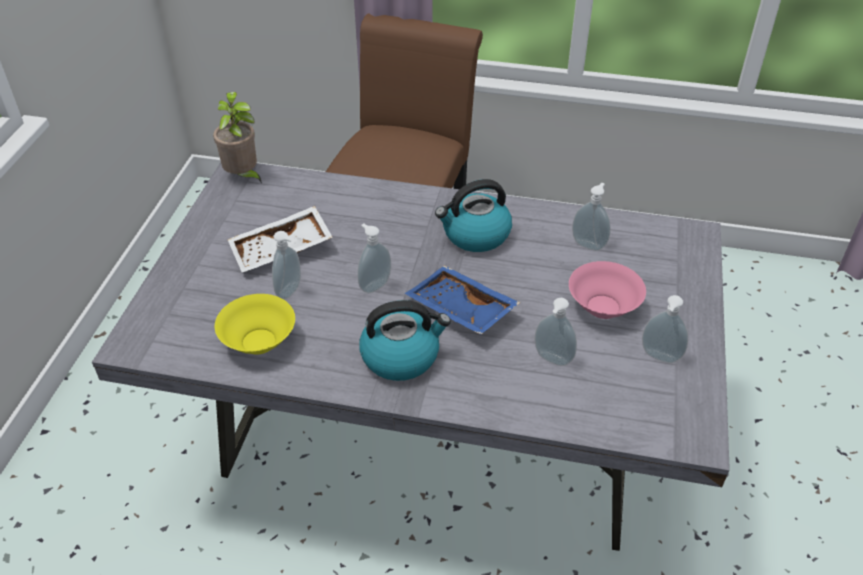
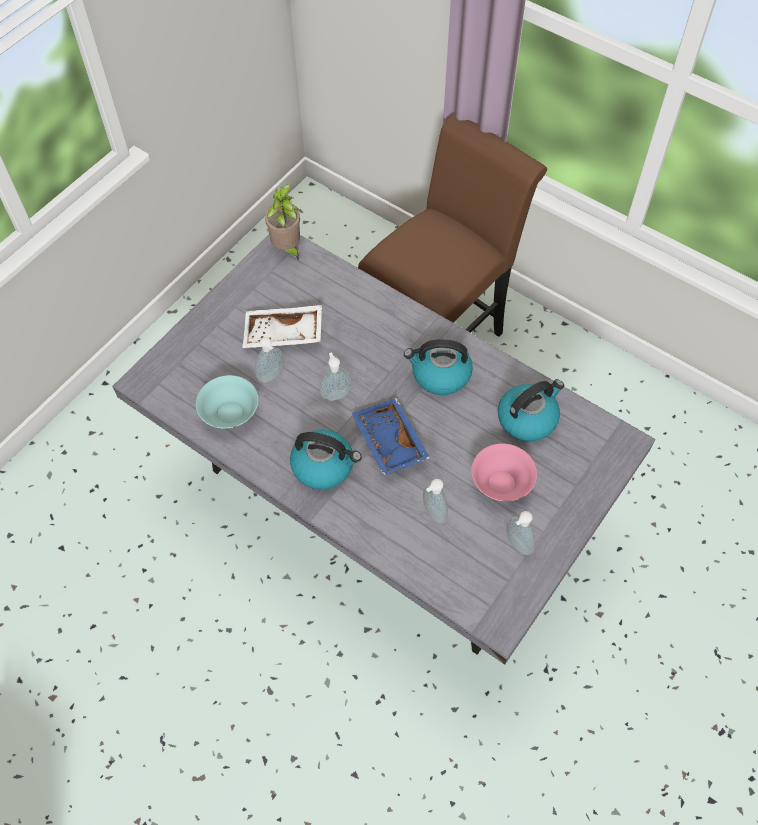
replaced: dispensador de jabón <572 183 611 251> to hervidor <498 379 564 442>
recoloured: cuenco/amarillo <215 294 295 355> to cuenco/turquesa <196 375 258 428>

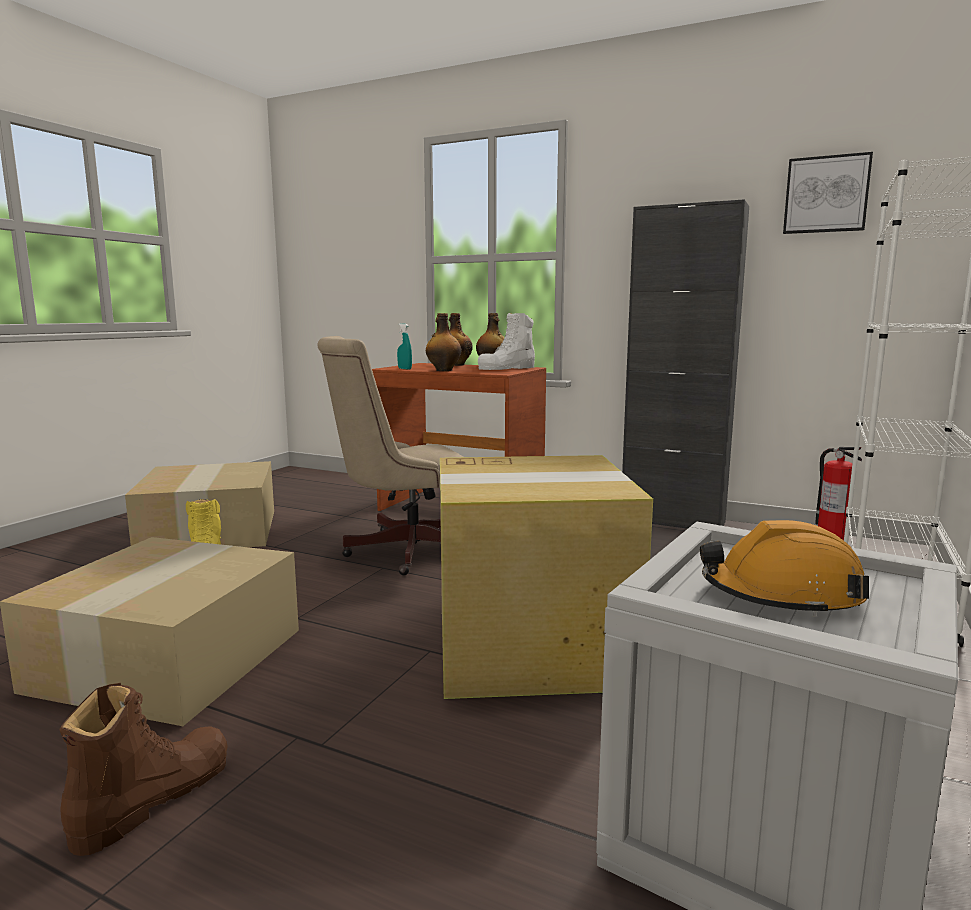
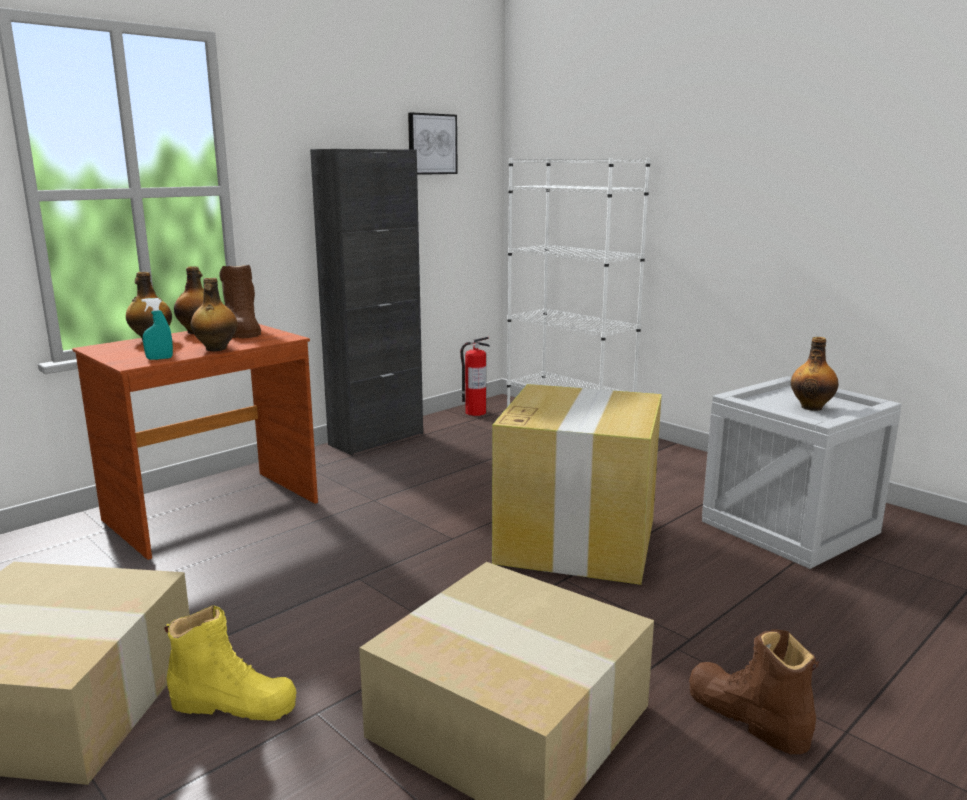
removed: silla de oficina/beis <317 336 463 576>
replaced: casco/naranja <700 520 869 617> to botella <791 337 838 411>
recoloured: bota/blanco <478 313 535 370> to bota/marrón <219 265 261 338>

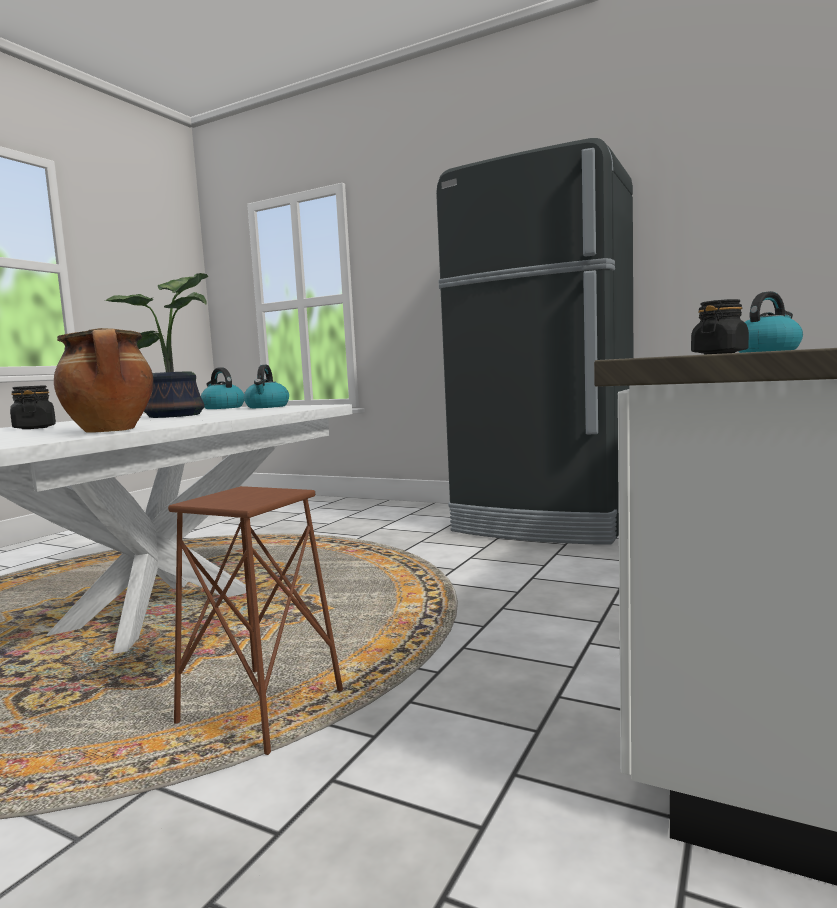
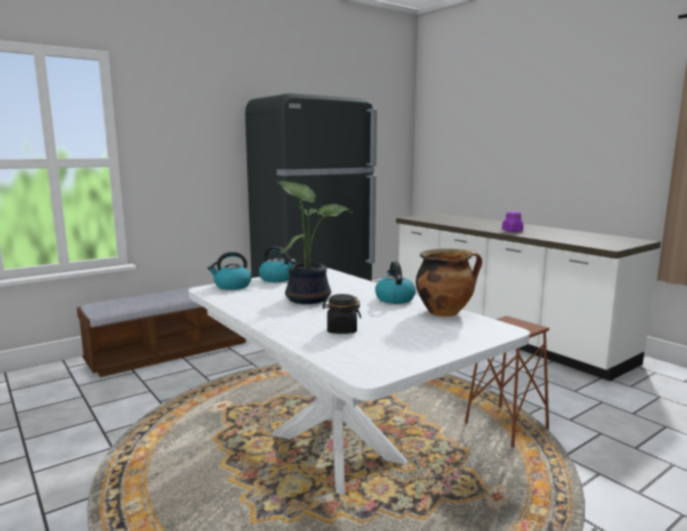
added: banco <77 284 246 377>
moved: hervidor <738 291 803 353> to <375 261 416 304>
recoloured: tarro/negro <691 299 749 354> to tarro/morado <502 211 523 232>

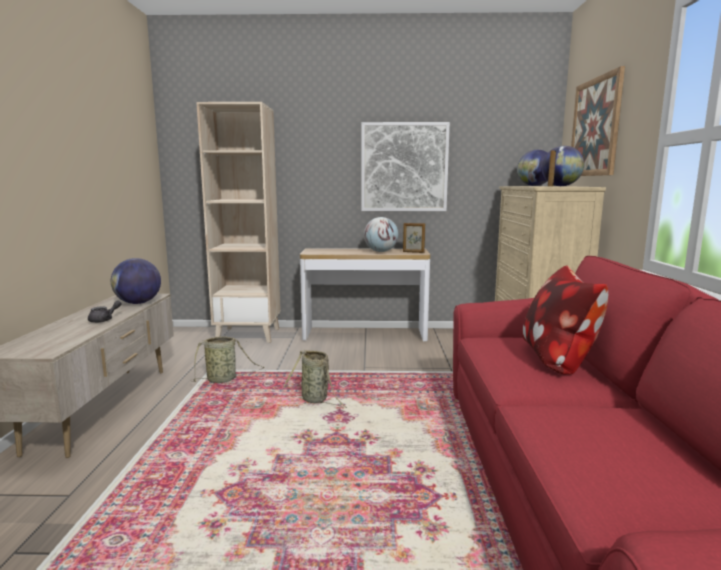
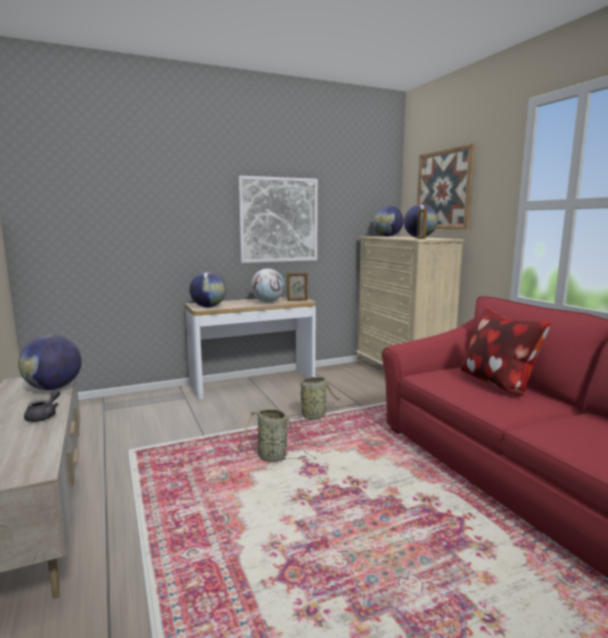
removed: estantería/beis <196 102 281 343>
added: globo terráqueo <189 271 226 307>
moved: cesta <191 336 264 383> to <293 377 340 422>

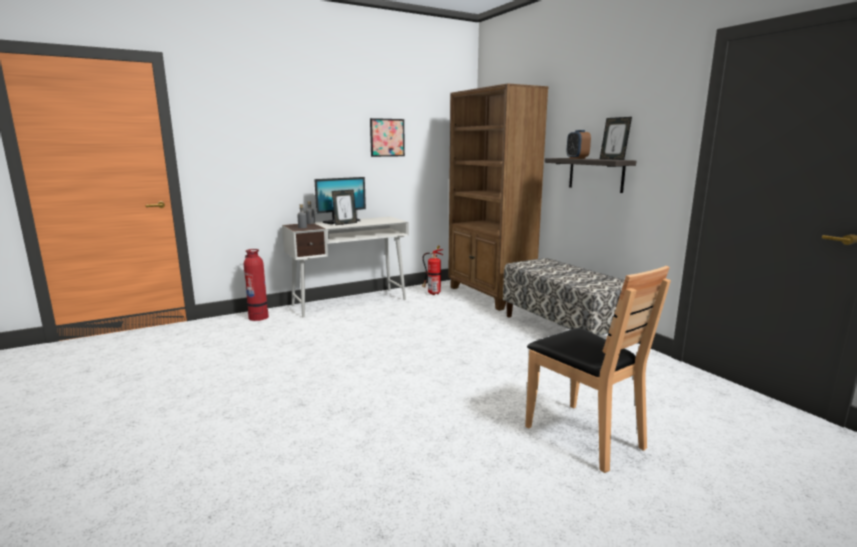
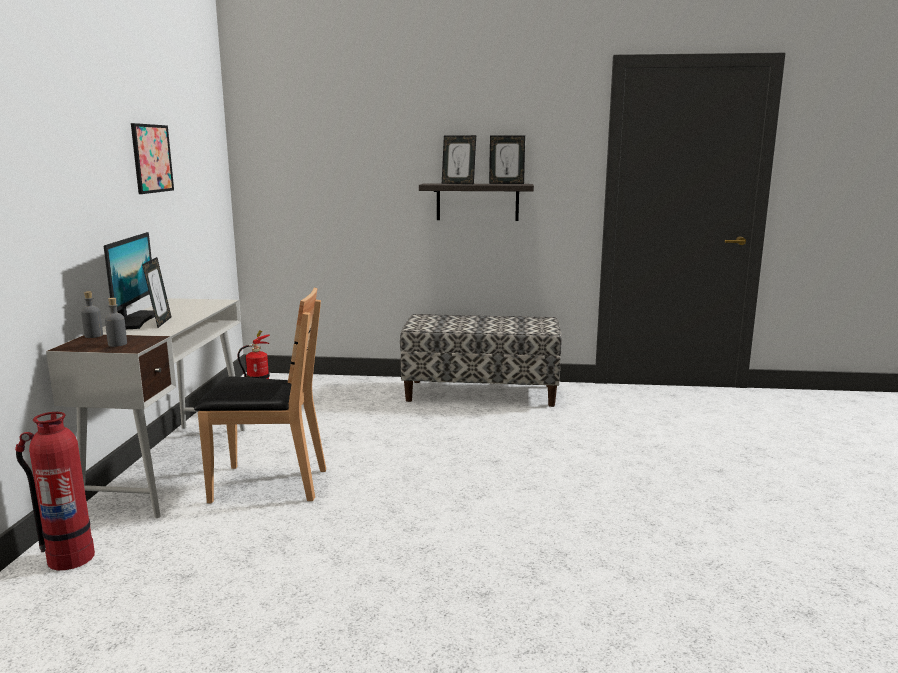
removed: estantería/marrón <448 83 549 311>
moved: silla/marrón <525 266 671 473> to <194 288 326 503>
replaced: despertador <567 130 591 159> to portarretratos <442 135 476 184>

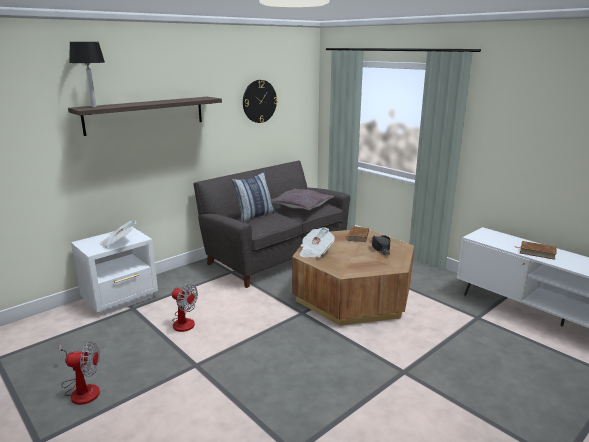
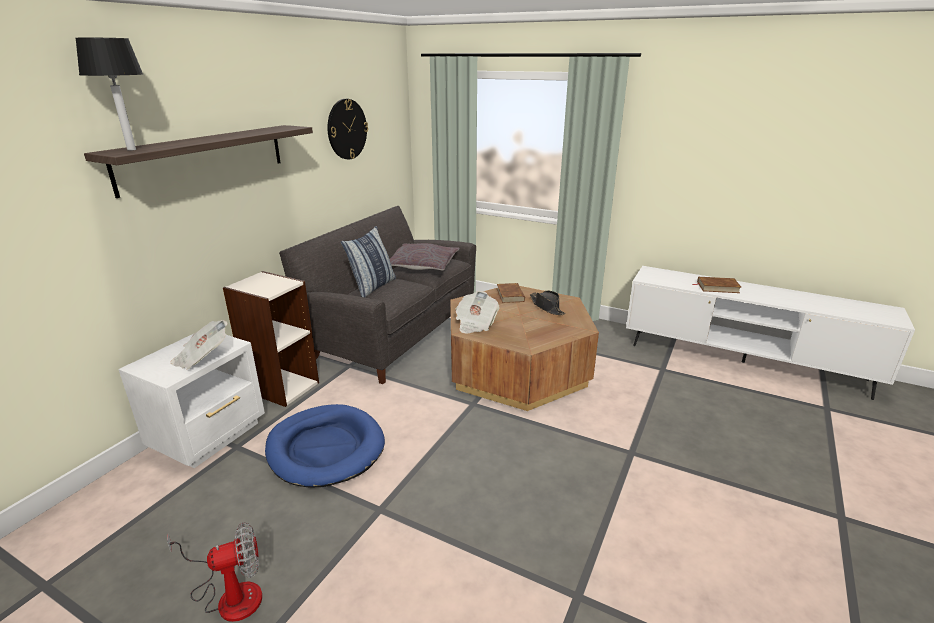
added: estantería <223 271 319 407>
replaced: ventilador <172 282 198 332> to cama para perro/azul <265 404 385 488>

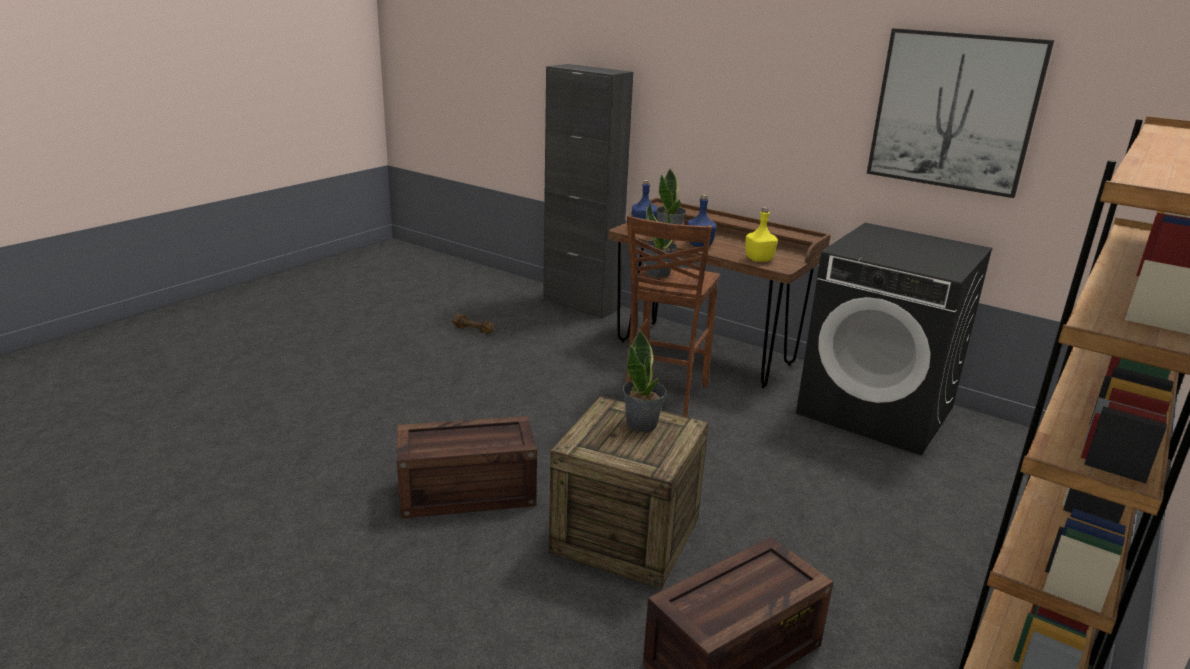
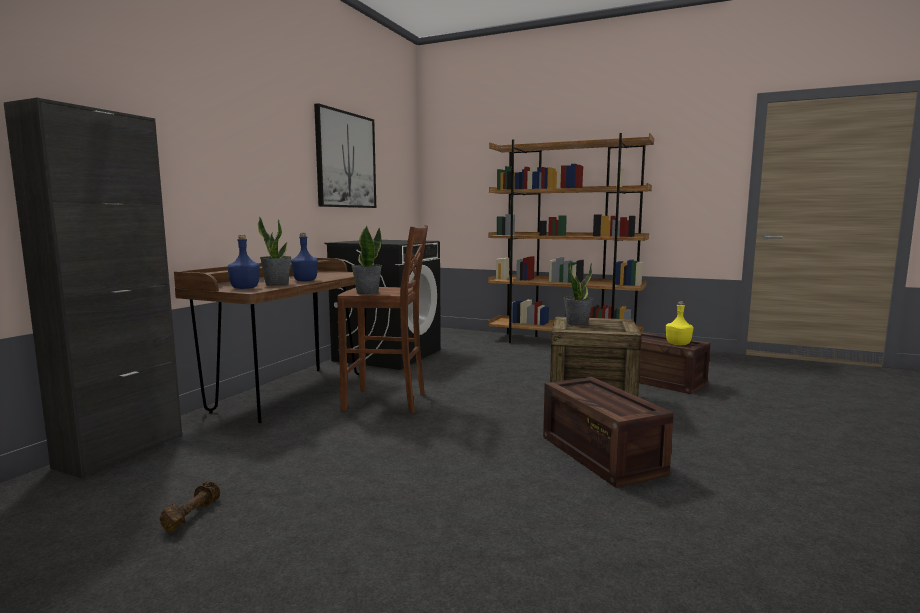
moved: botella/amarillo <745 207 778 262> to <666 301 693 345>

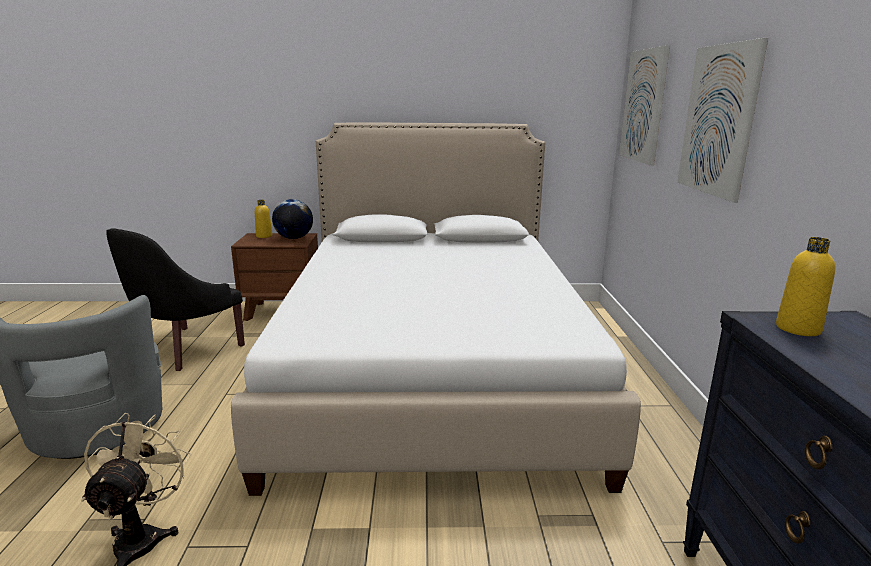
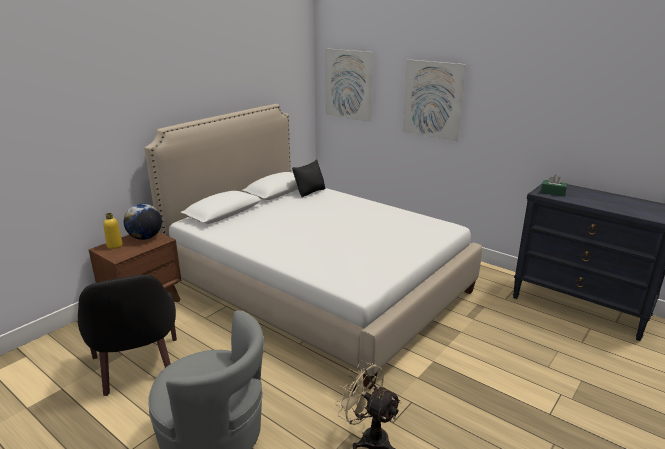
added: cojín/negro <292 159 326 197>
replaced: botella/amarillo <776 237 835 336> to caja de pañuelos/verde <541 175 567 196>

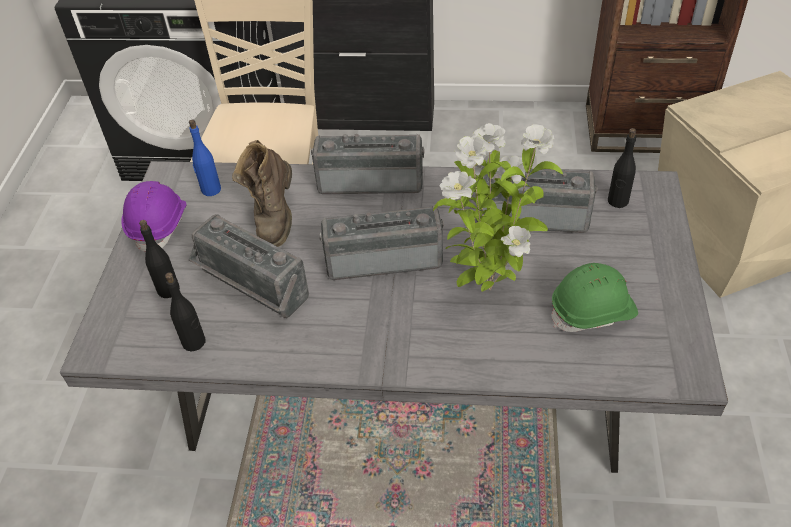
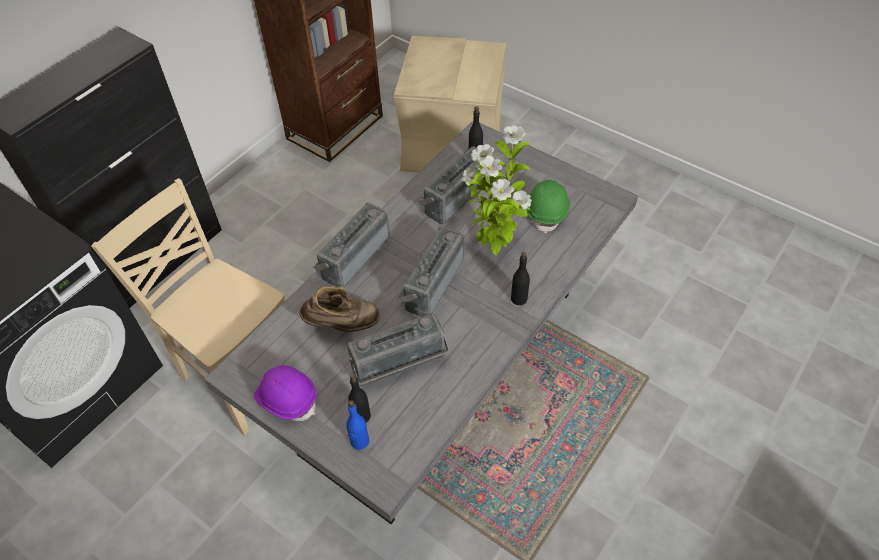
moved: botella/azul <189 120 221 196> to <346 400 369 450>; botella/negro <165 272 205 352> to <511 252 530 305>
turned: bota/marrón <232 140 292 247> = <300 286 380 332> 45 degrees counterclockwise

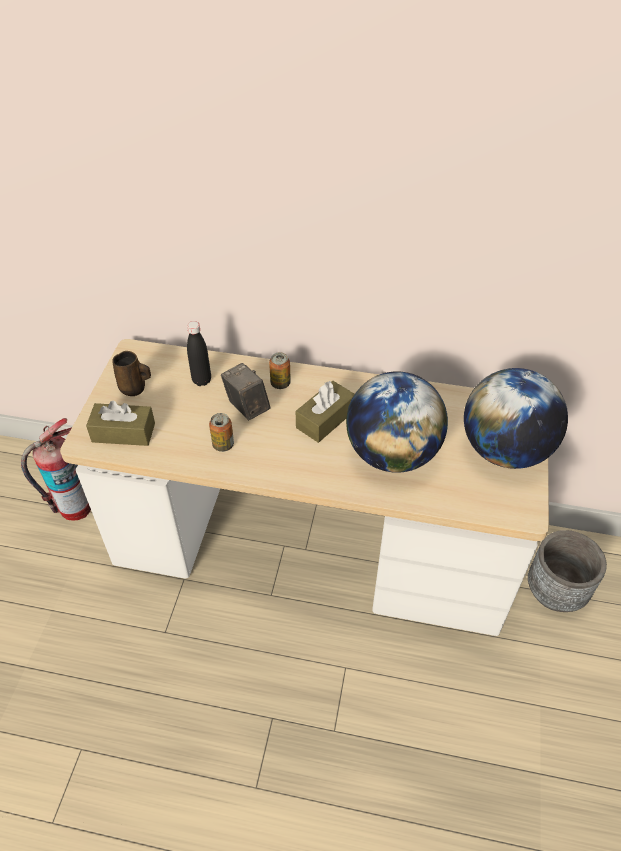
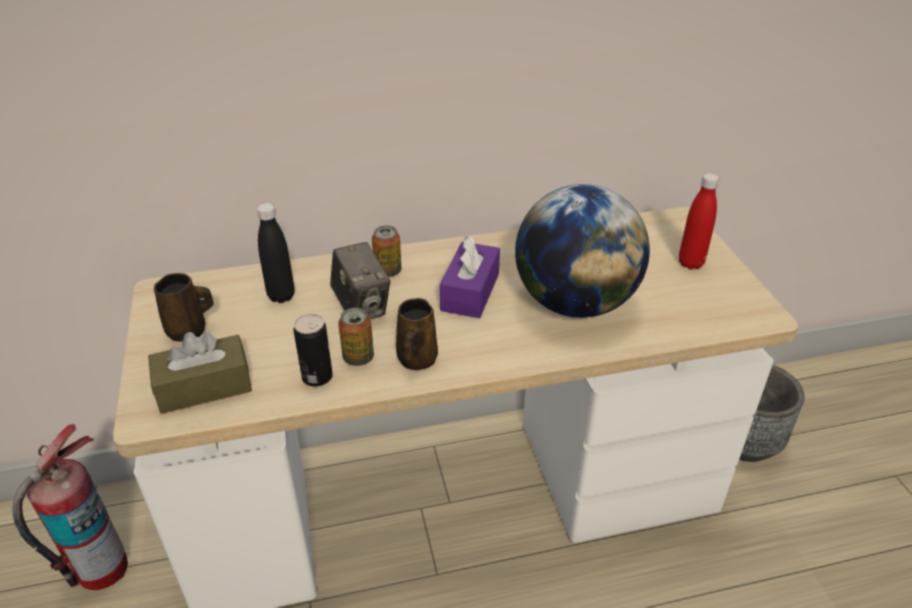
added: taza grande/marrón <396 298 438 370>; lata <293 314 333 387>
replaced: globo terráqueo <464 368 568 469> to botella/rojo <679 173 720 269>
recoloured: caja de pañuelos/marrón <296 381 354 443> to caja de pañuelos/morado <440 236 500 318>
turned: cámara <221 363 270 420> = <330 242 390 319> 150 degrees counterclockwise

